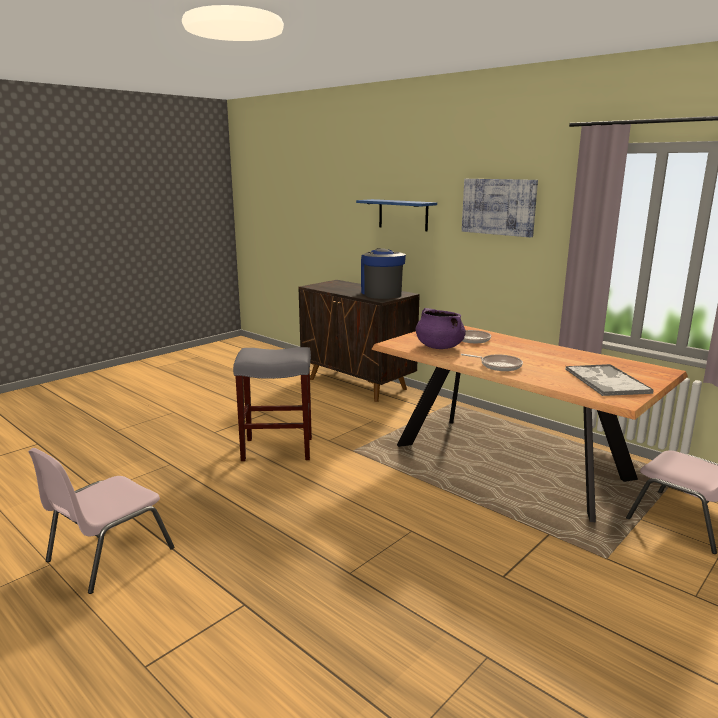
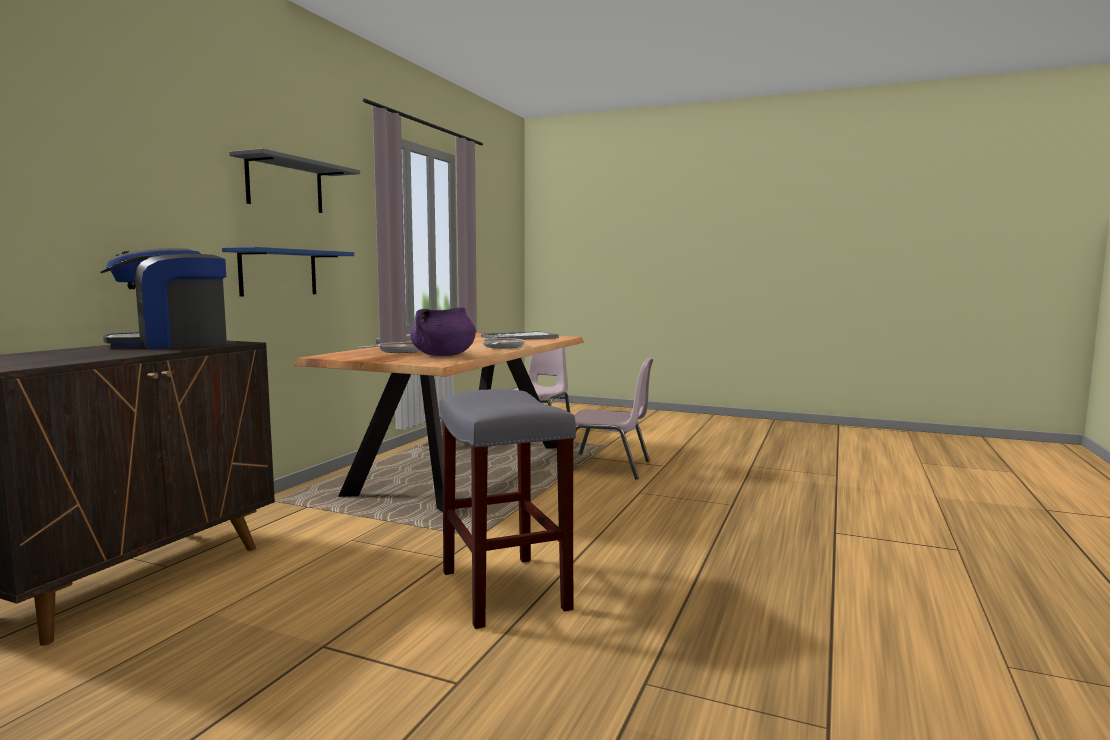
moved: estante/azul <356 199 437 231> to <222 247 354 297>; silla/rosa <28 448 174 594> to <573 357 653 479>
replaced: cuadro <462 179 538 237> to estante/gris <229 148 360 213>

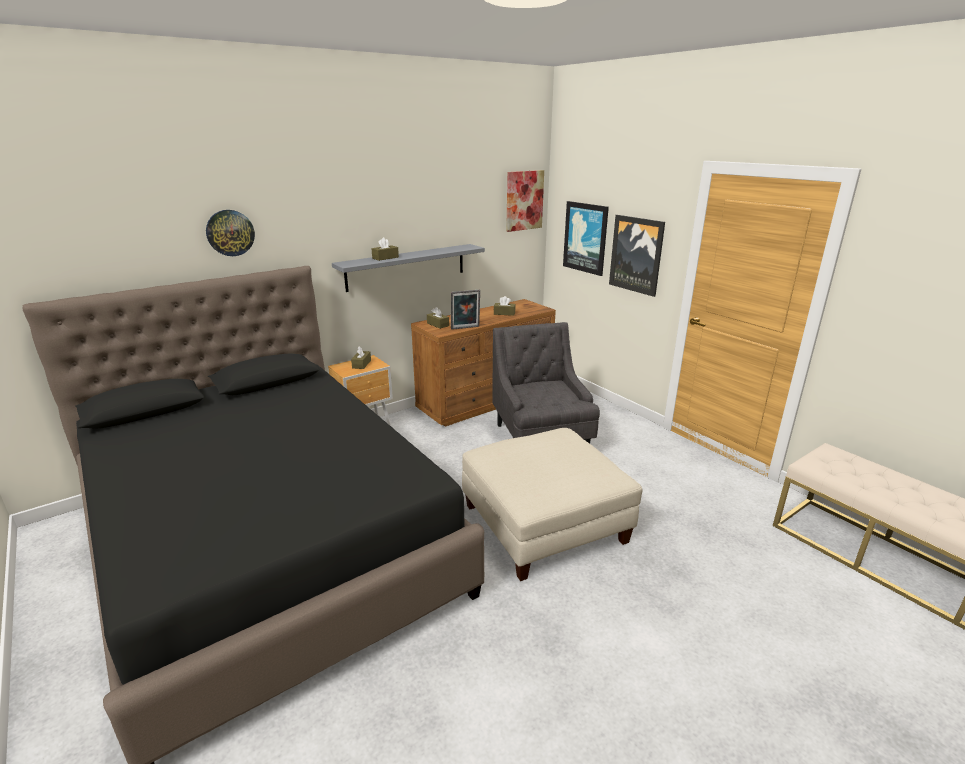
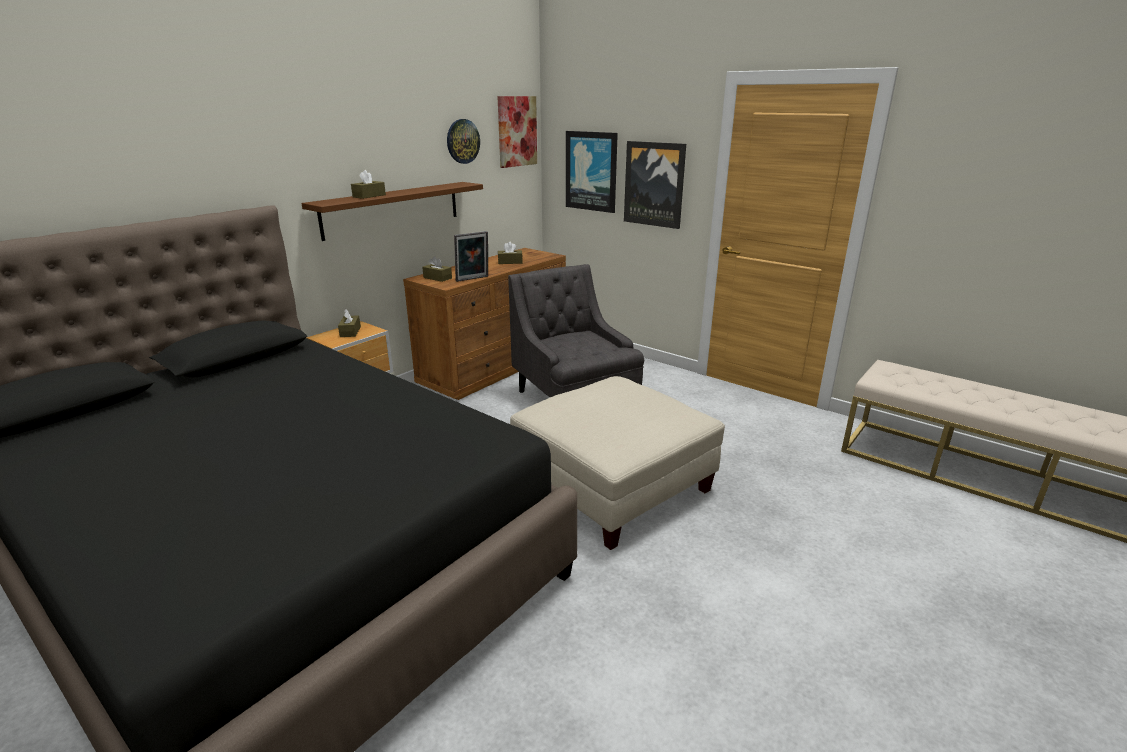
moved: reloj de pared <206 210 255 256> to <447 119 480 164>
recoloured: estante/gris <332 244 485 292> to estante/marrón <301 182 483 241>

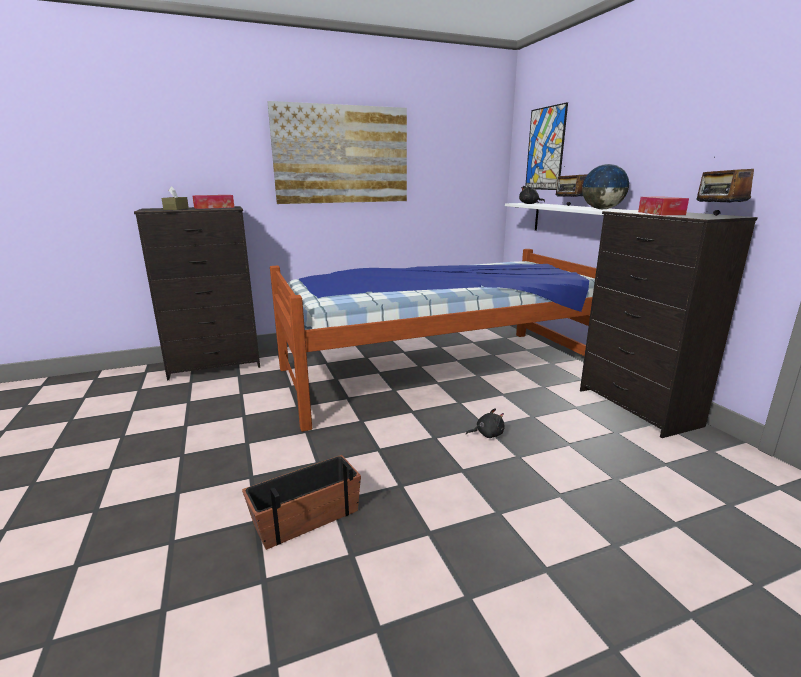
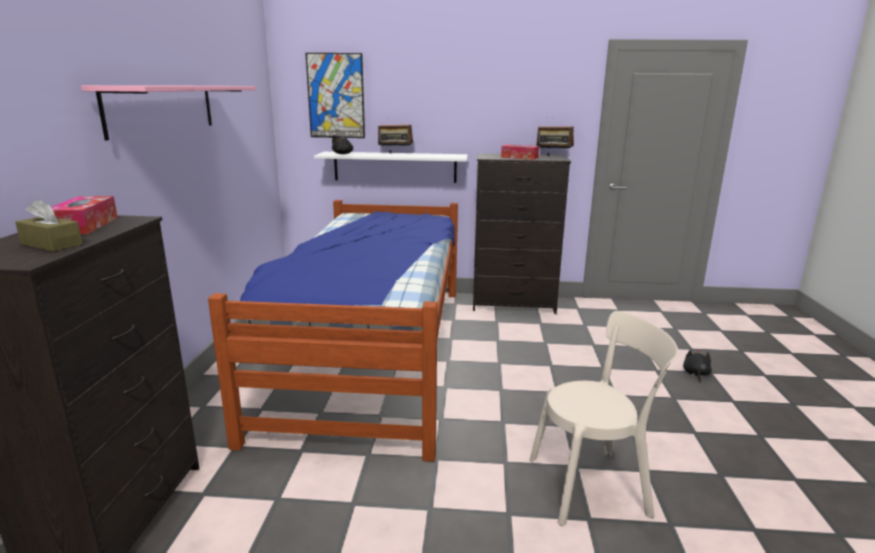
removed: globo terráqueo <582 164 629 209>
moved: peluche/negro <466 408 505 438> to <683 349 712 382>
replaced: cuadro <268 101 407 204> to estante/rosa <81 85 256 140>; maceta <242 455 361 550> to silla/beis <529 311 678 526>

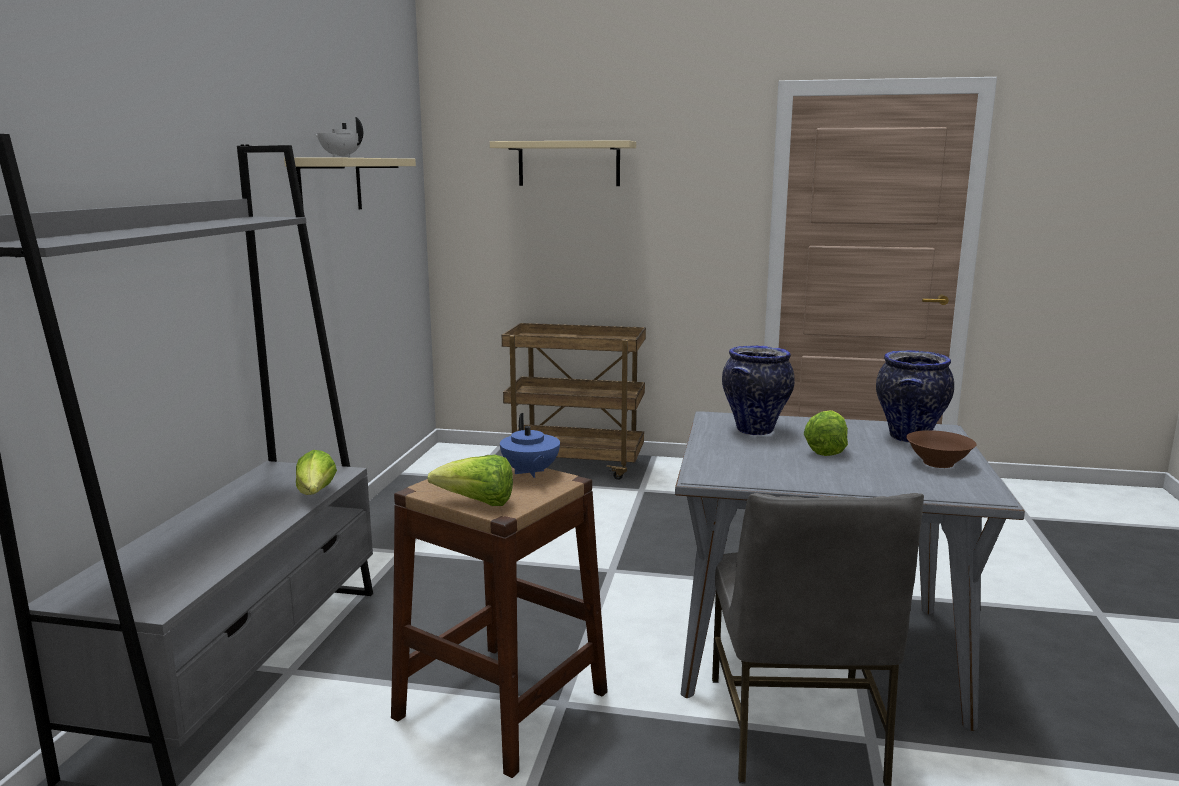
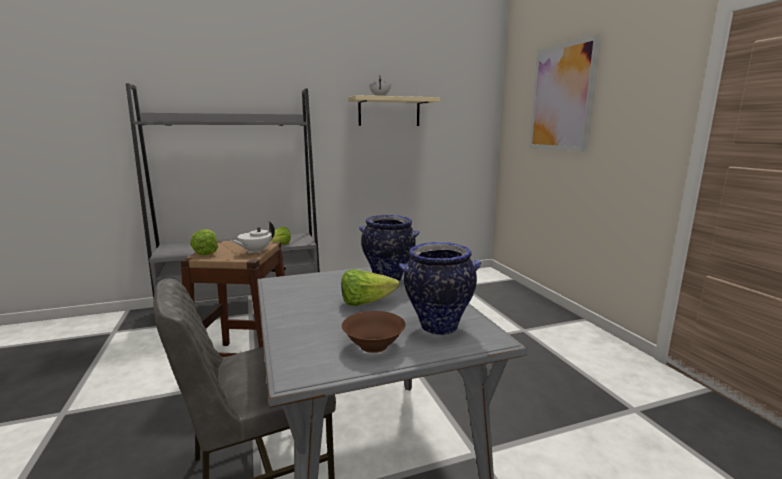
removed: carrito/marrón <502 323 646 480>
replaced: estante/beis <490 140 636 186> to cuadro <529 34 601 152>
recoloured: tetera/azul <500 413 560 478> to tetera/blanco <231 222 275 254>

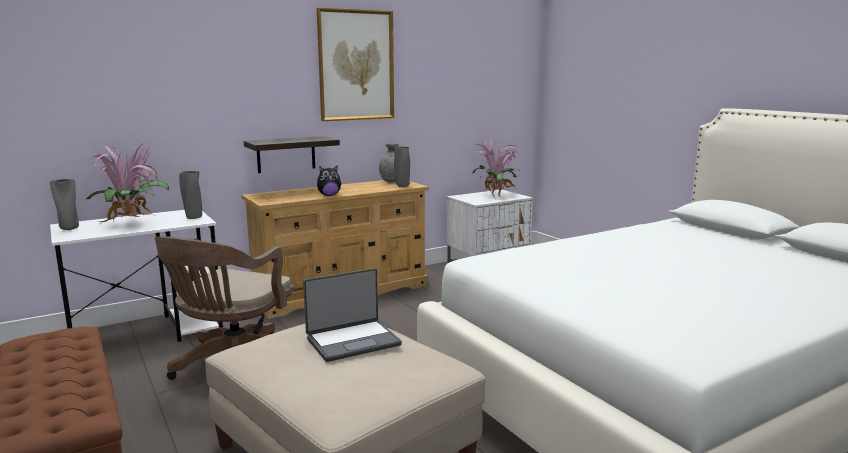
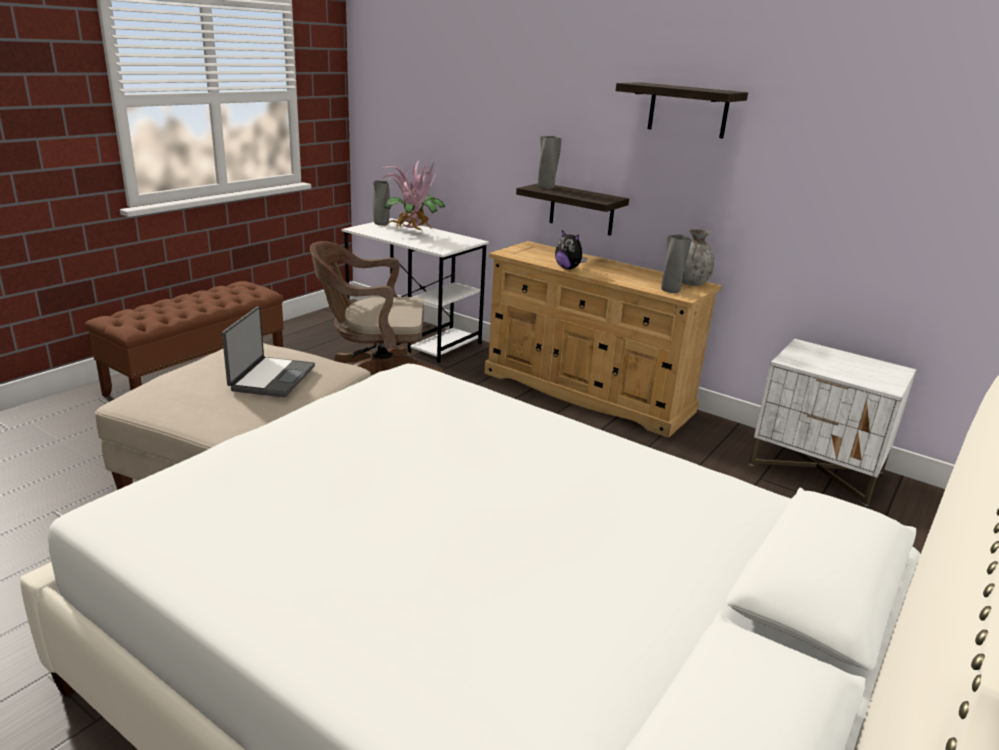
removed: planta en maceta <473 139 519 199>
moved: florero/gris <179 171 202 219> to <538 136 561 189>
replaced: cuadro <317 8 394 121> to estante <616 82 748 138>
turned: portátil <303 268 402 362> = <222 306 315 397> 120 degrees counterclockwise

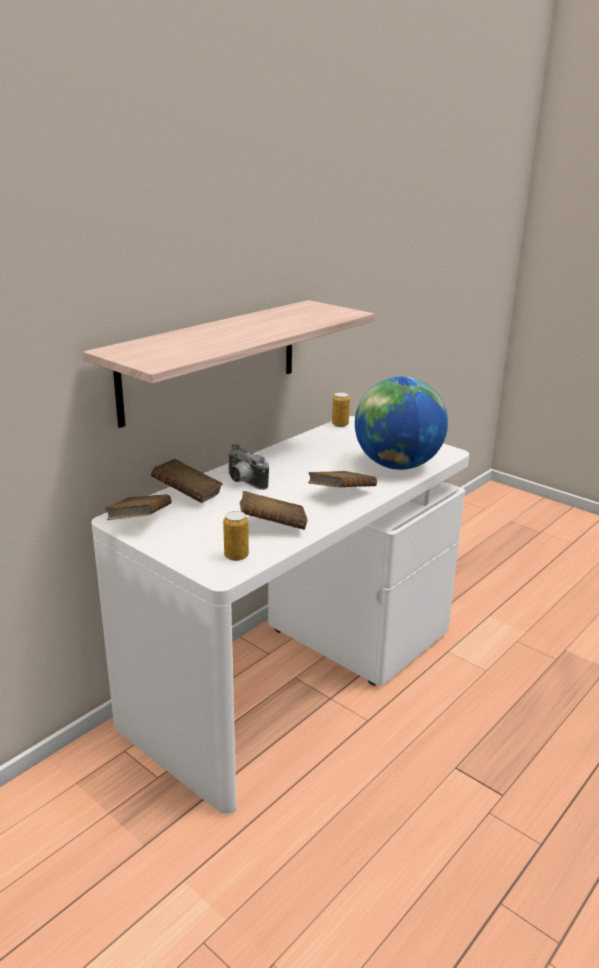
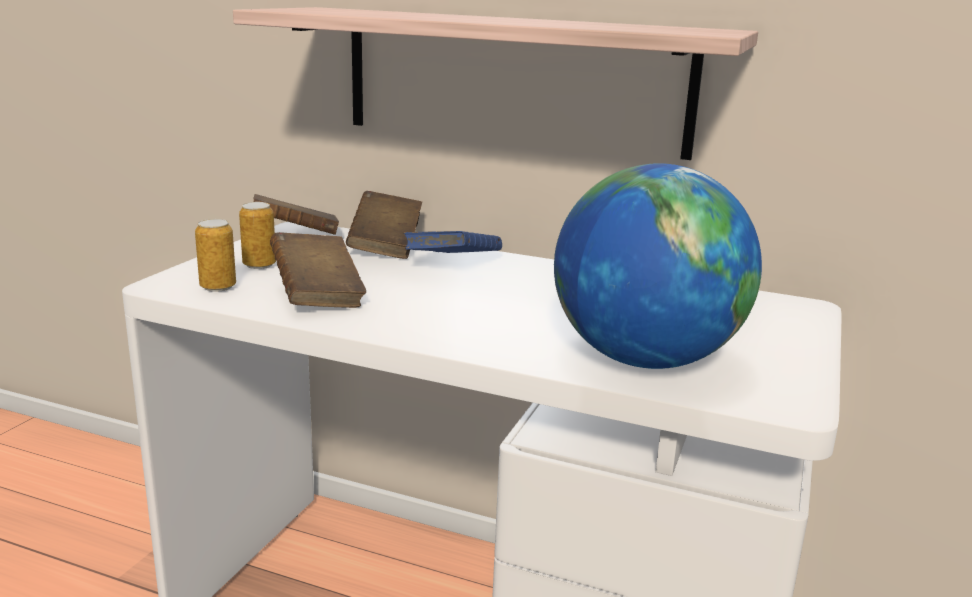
removed: libro/marrón <308 471 377 487>
moved: lata <332 392 350 427> to <239 202 276 269>
replaced: cámara <227 444 269 490> to libro/azul <404 231 502 253>

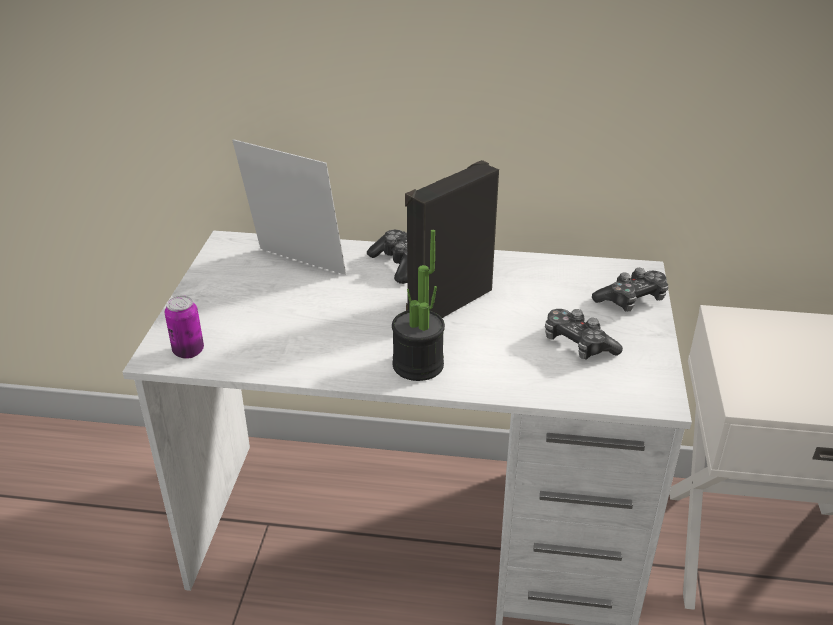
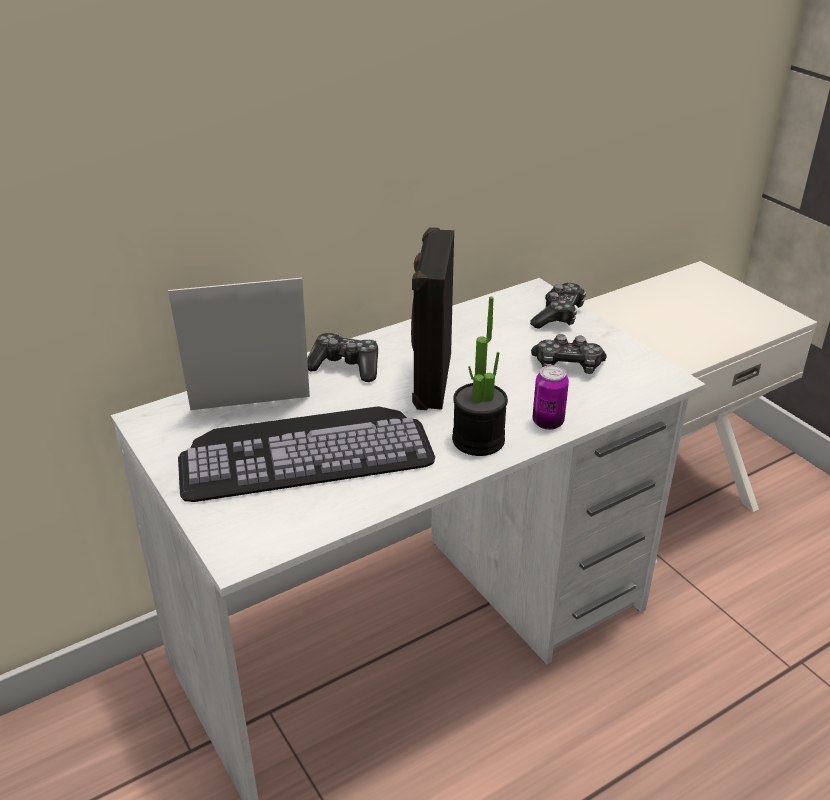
added: teclado <178 406 435 502>
moved: lata <165 296 204 359> to <532 365 569 430>

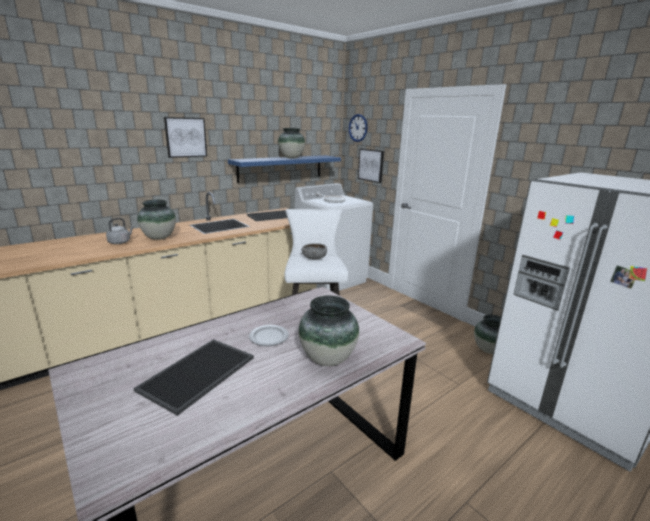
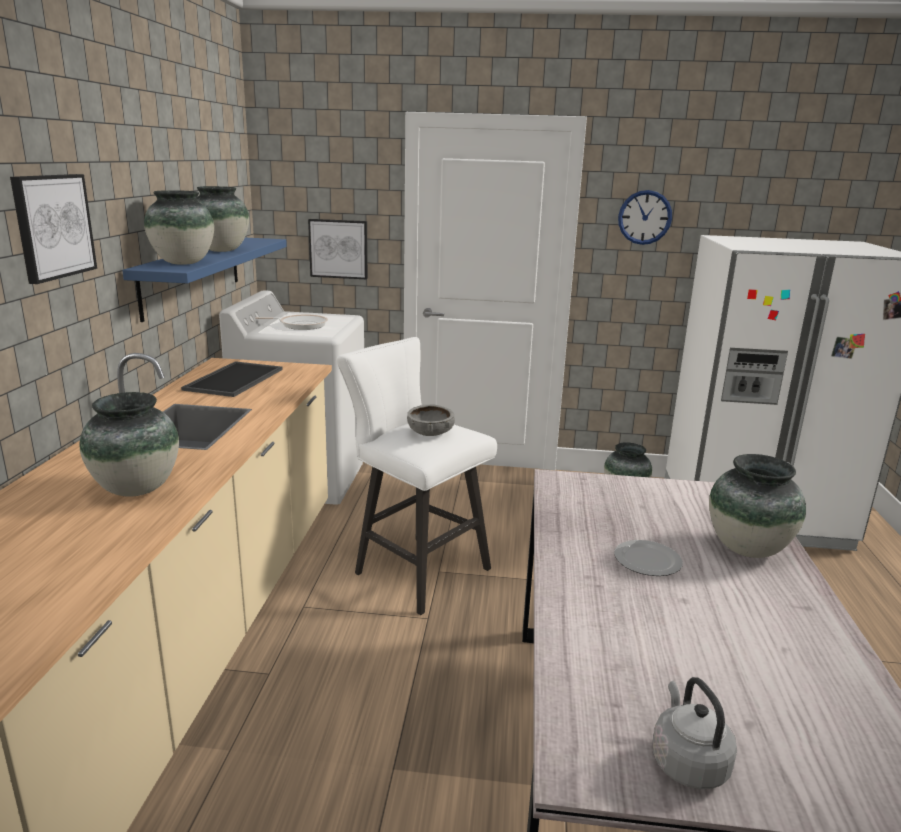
removed: bandeja <134 339 254 416>
added: florero <144 190 214 265>
moved: reloj de pared <349 114 367 142> to <618 190 672 245>; hervidor/gris <106 218 134 244> to <652 677 737 789>

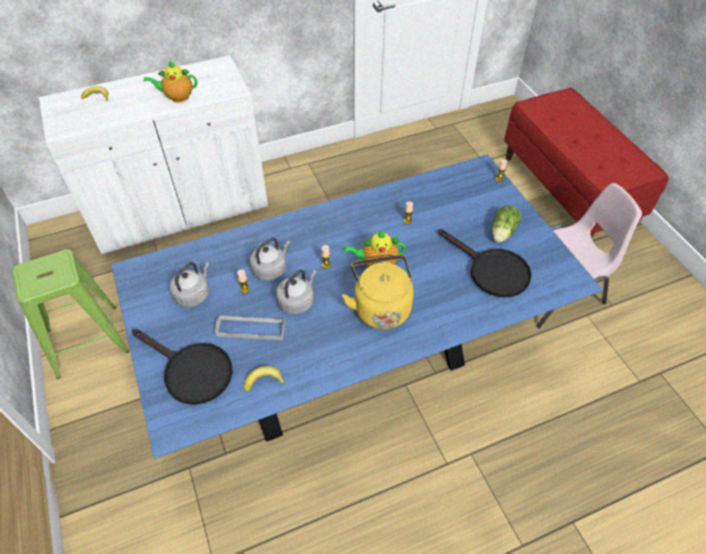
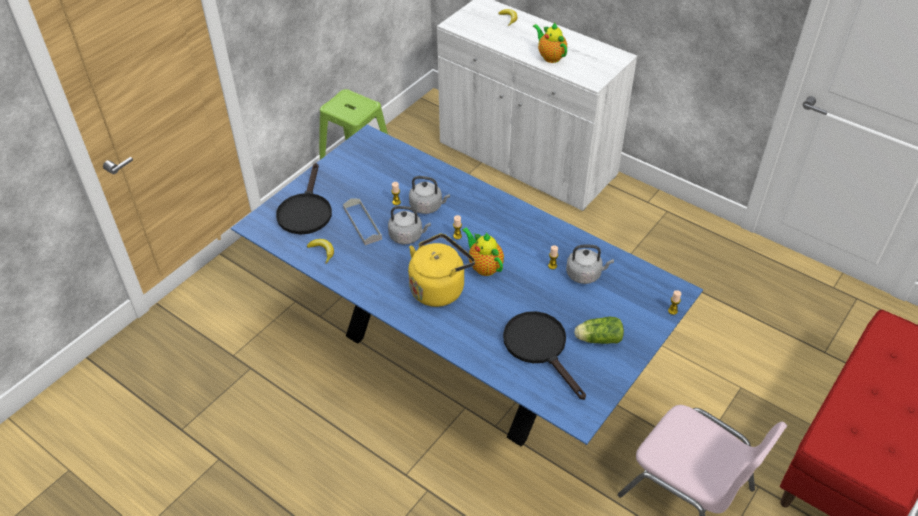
moved: hervidor/gris <170 262 209 307> to <566 245 614 284>
turned: sartén/negro <438 229 532 297> = <503 311 586 400> 135 degrees clockwise

